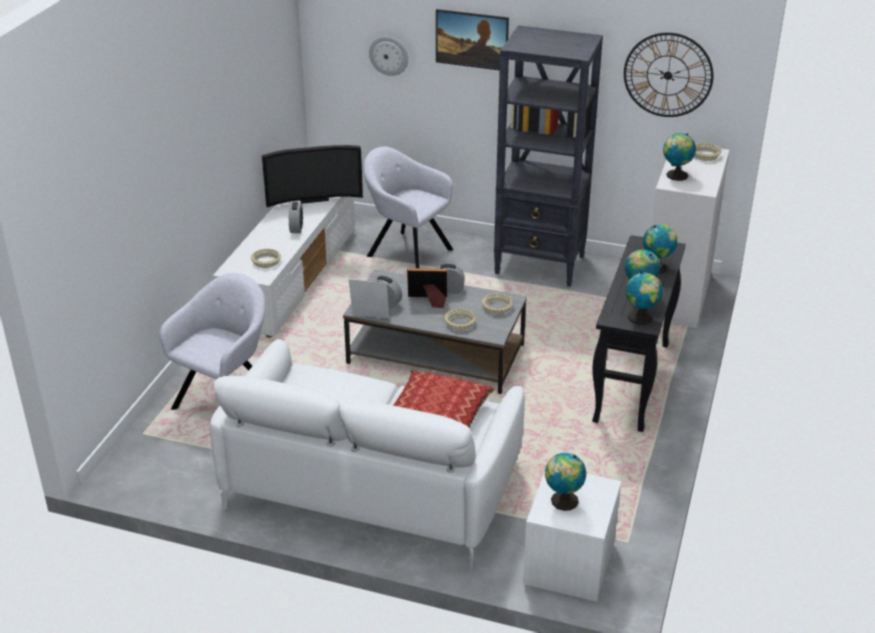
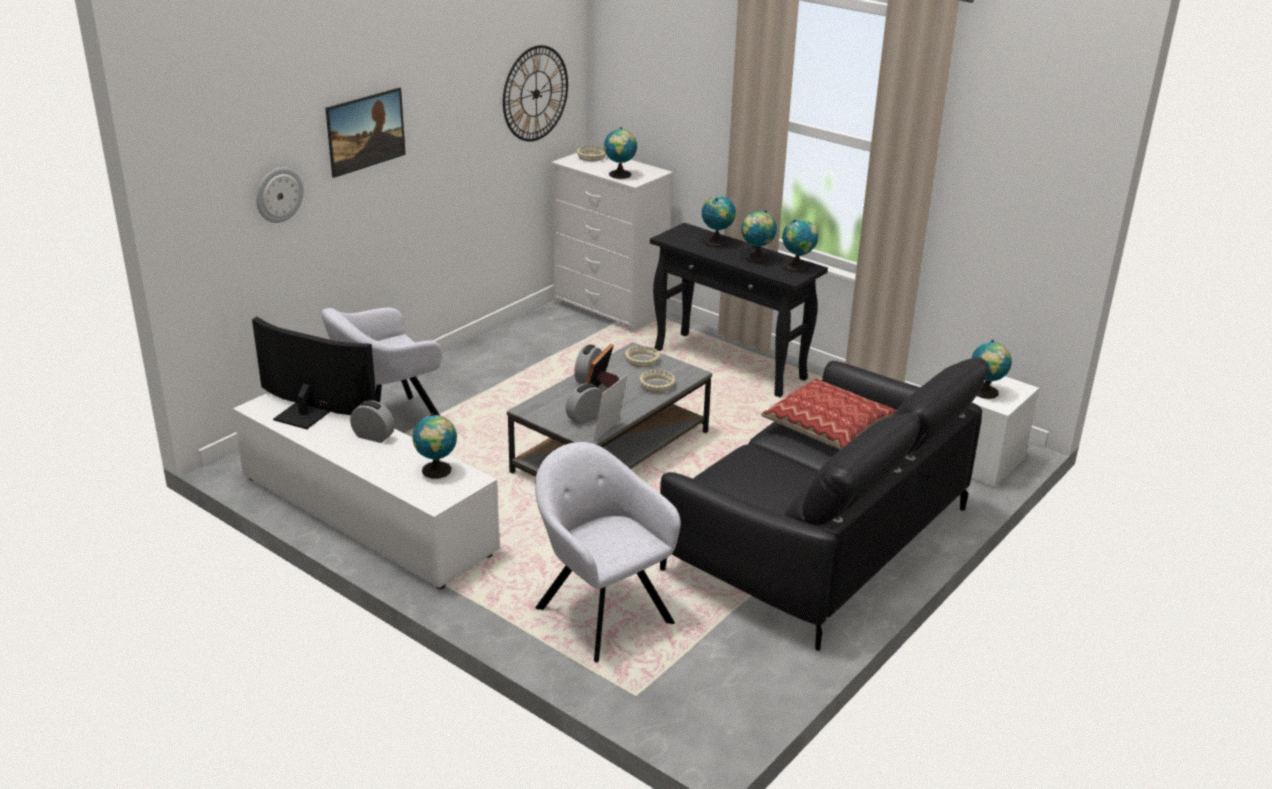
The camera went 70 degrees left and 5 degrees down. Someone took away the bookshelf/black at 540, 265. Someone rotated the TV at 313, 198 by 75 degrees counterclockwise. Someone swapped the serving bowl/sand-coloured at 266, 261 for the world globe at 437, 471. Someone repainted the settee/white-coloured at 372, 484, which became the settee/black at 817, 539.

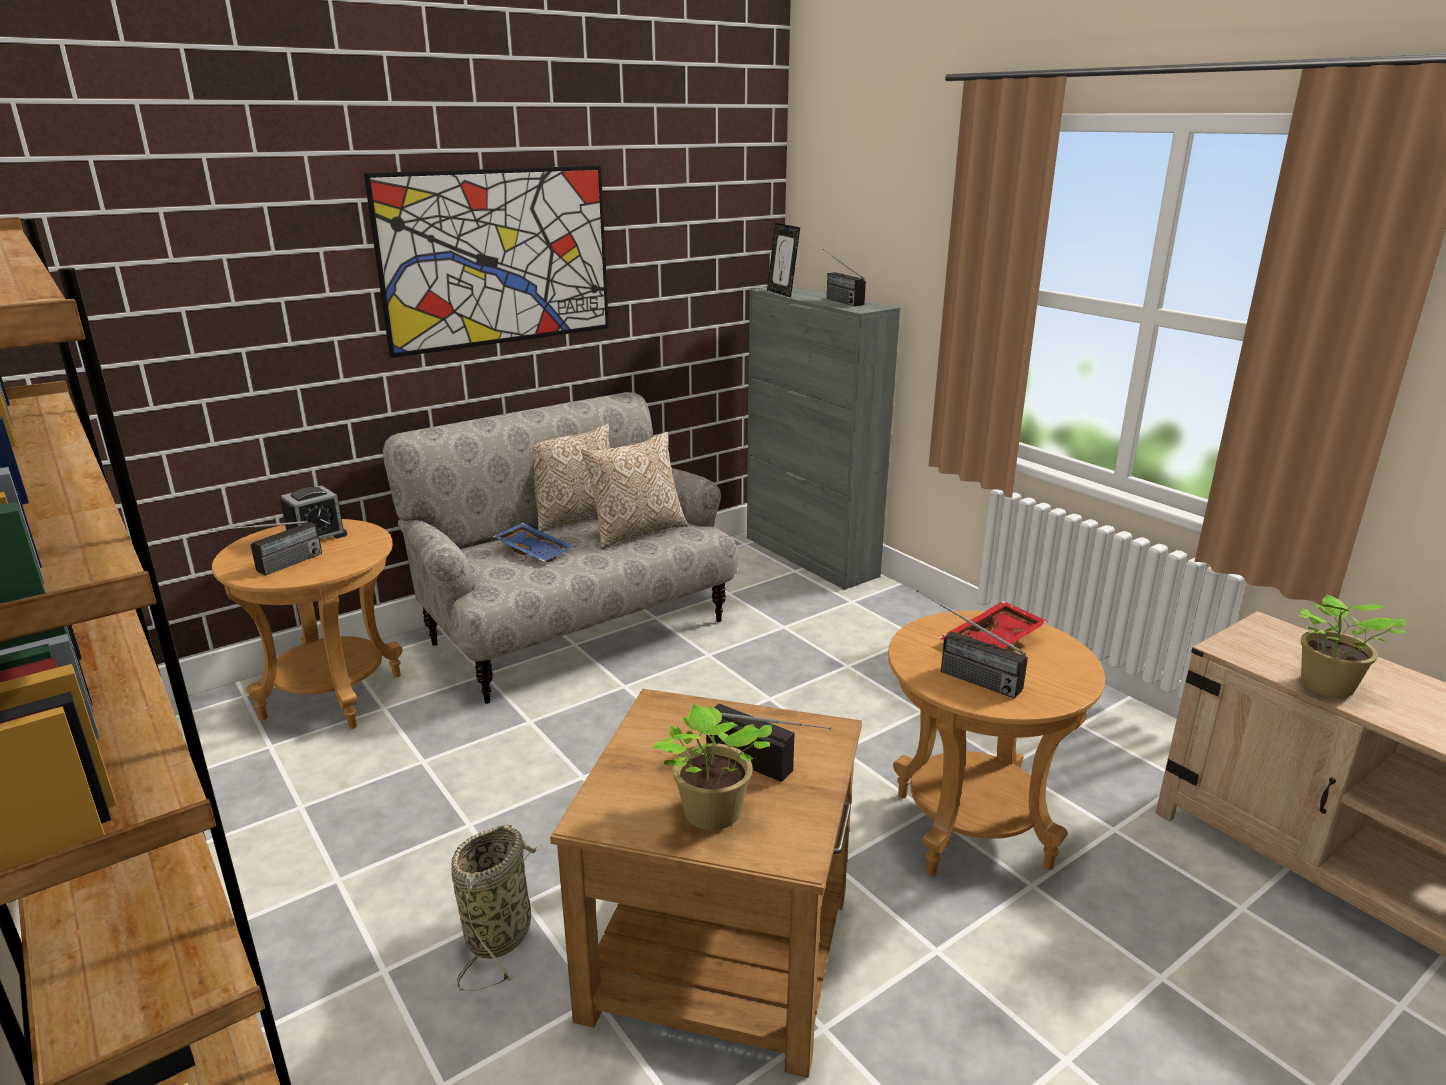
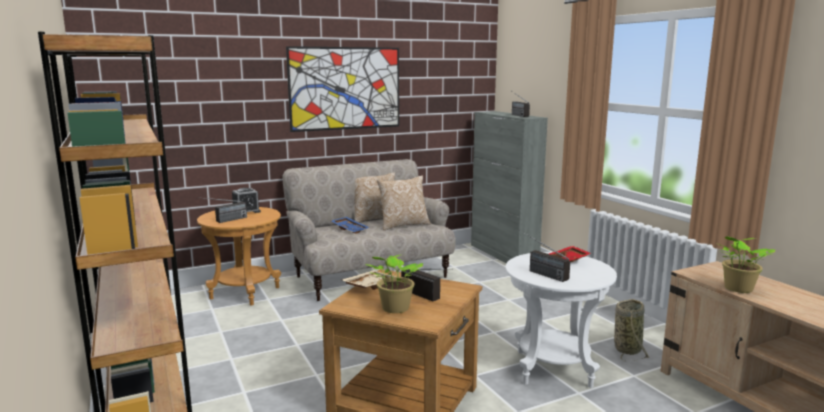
The camera went 10 degrees right and 10 degrees down. Someone took away the standing frame at 782, 293. Someone repainted the end table/brown at 971, 829, which became the end table/white-coloured at 553, 368. Someone carried the basket from 501, 932 to 627, 348. Someone put down the carrying tray/sand-coloured at 369, 286.

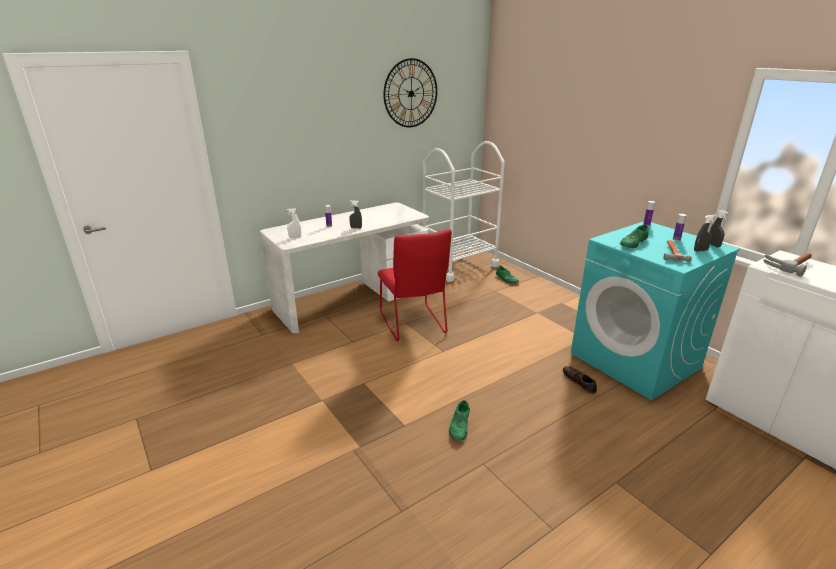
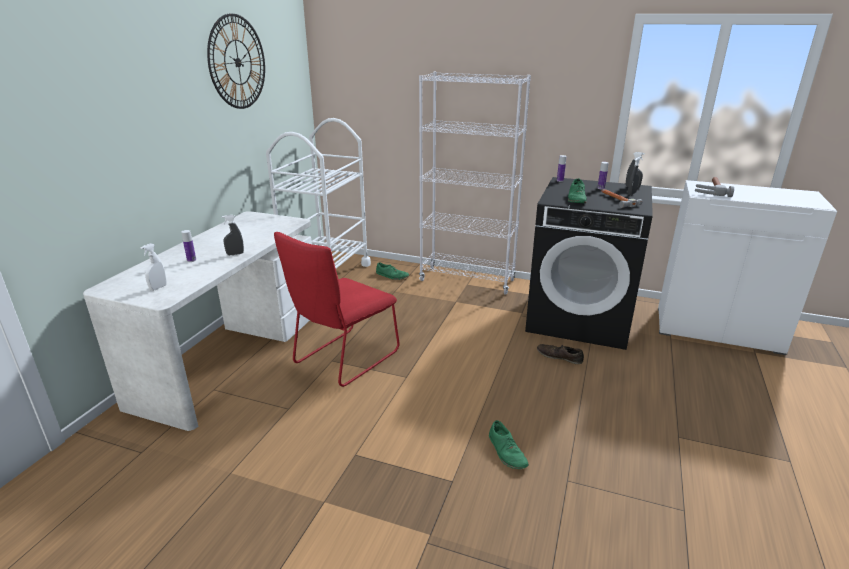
The camera went 35 degrees left and 0 degrees up. Someone repainted the laundry appliance/turquoise at 635, 361, which became the laundry appliance/black at 580, 318. Someone rotated the chair/red-coloured at 413, 325 by 90 degrees clockwise. Someone put down the bookshelf/white-coloured at 467, 280.

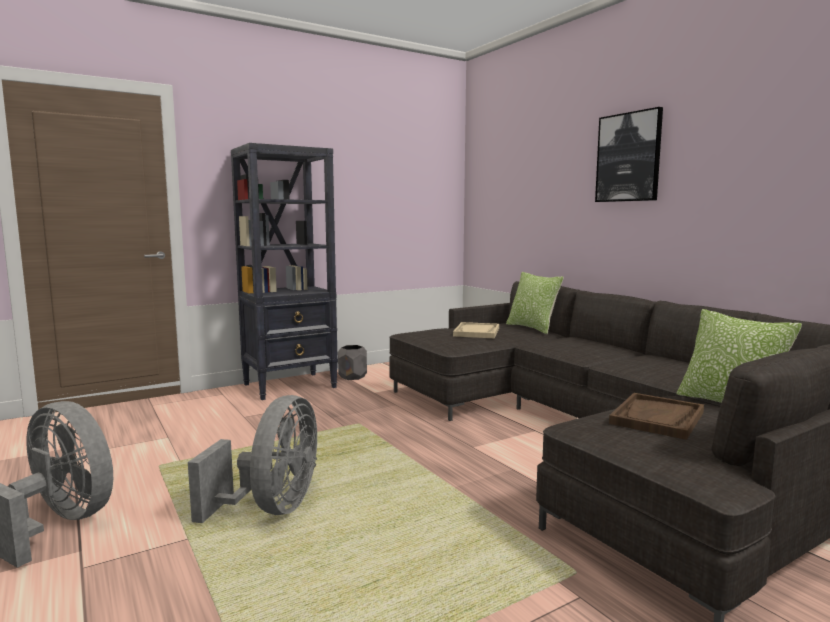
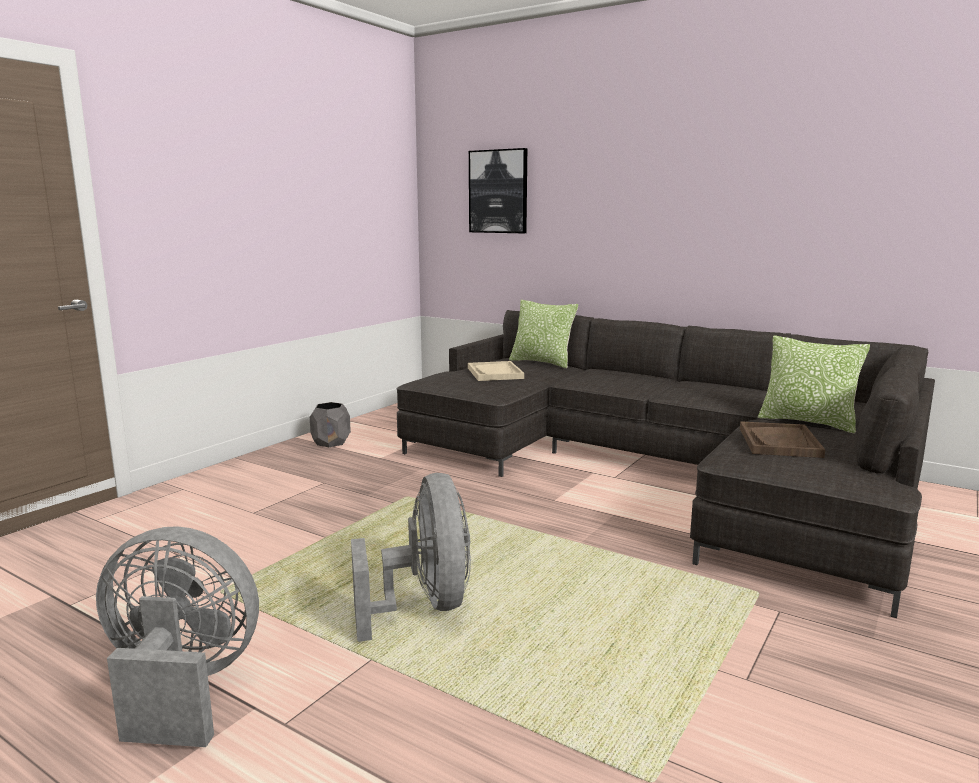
The camera went 25 degrees left and 5 degrees up. Someone carried the wall picture from 628, 157 to 498, 191. Someone took away the bookshelf/black at 291, 386.

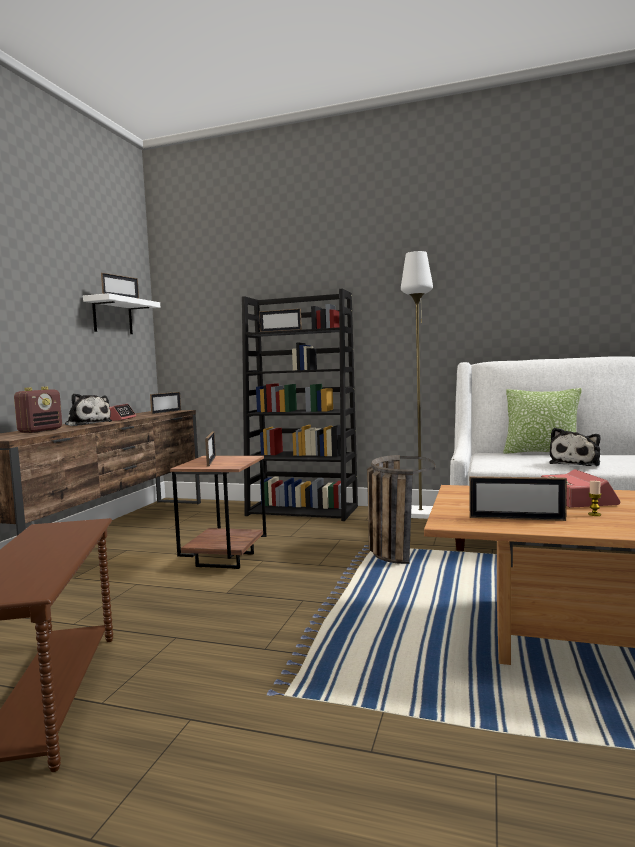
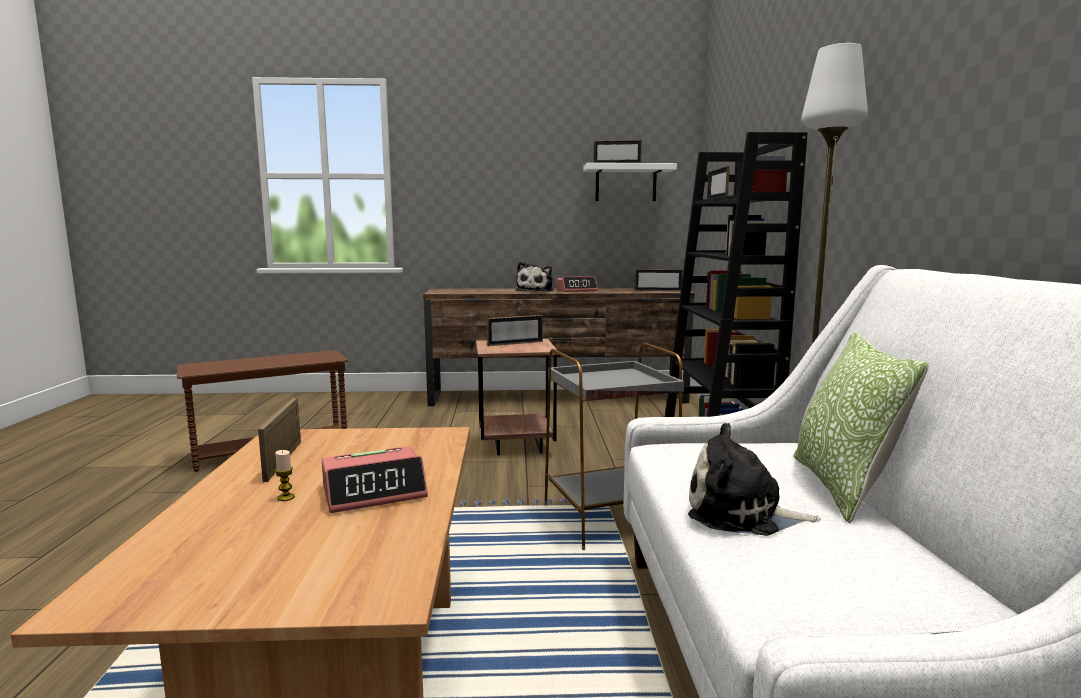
The camera went 70 degrees right and 5 degrees up. Someone took away the radio at 40, 431. Someone swapped the basket at 392, 549 for the end table/greyish at 608, 518.

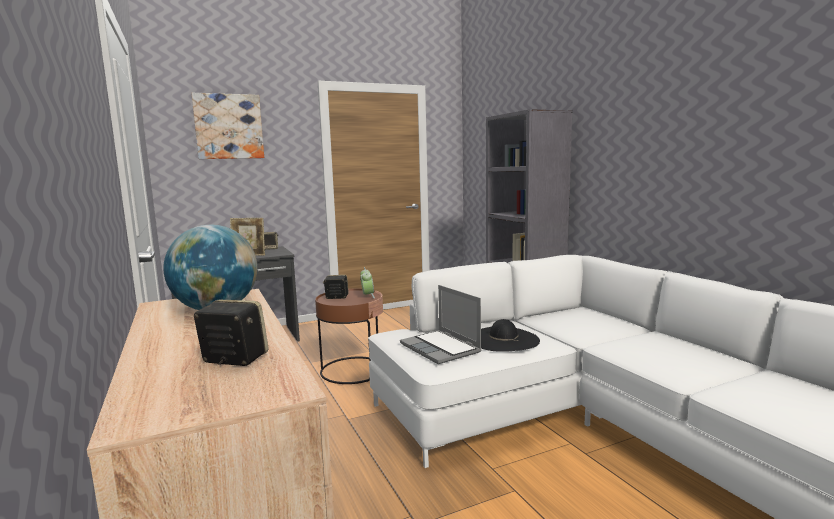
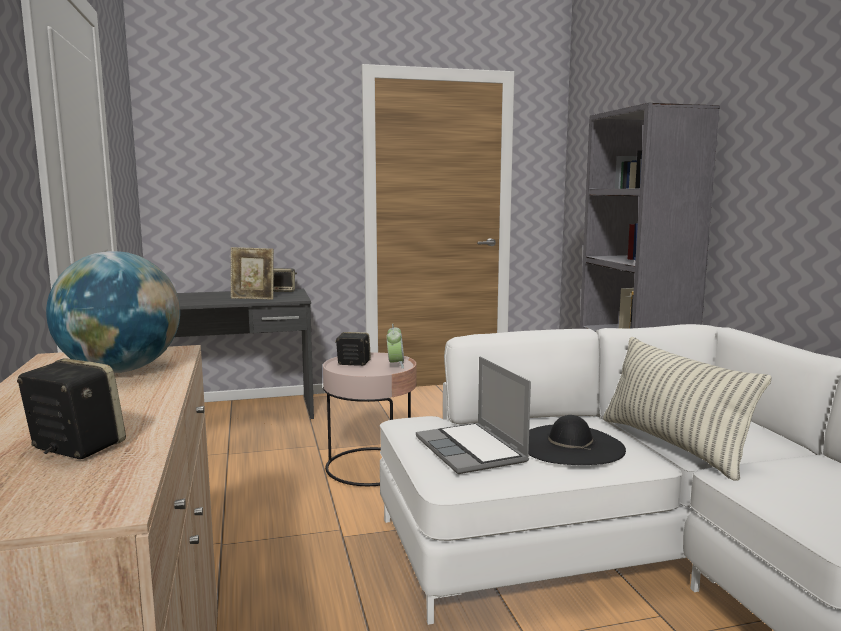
The camera went 10 degrees right and 0 degrees up. Someone took away the wall picture at 228, 126. Someone repainted the end table/brown at 352, 370, which became the end table/pink-coloured at 371, 466. Someone put down the cushion at 672, 445.

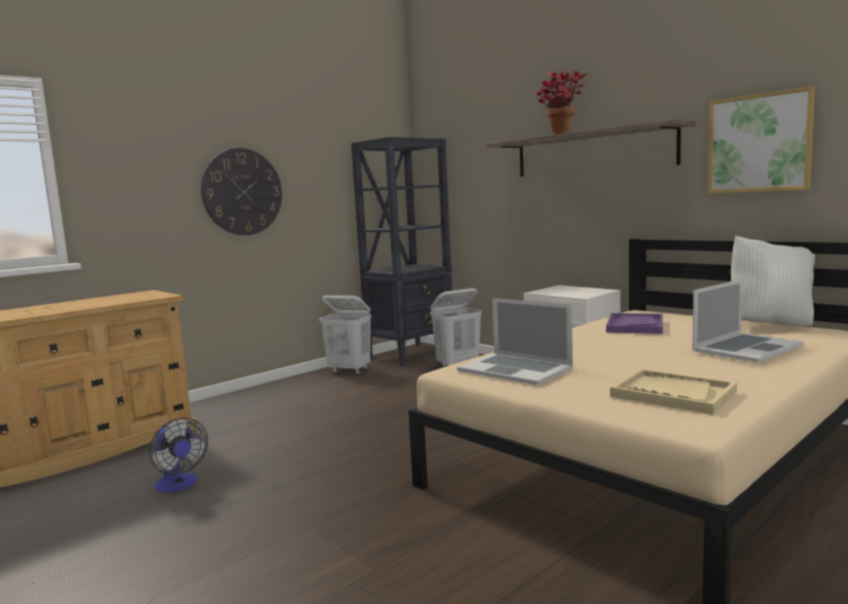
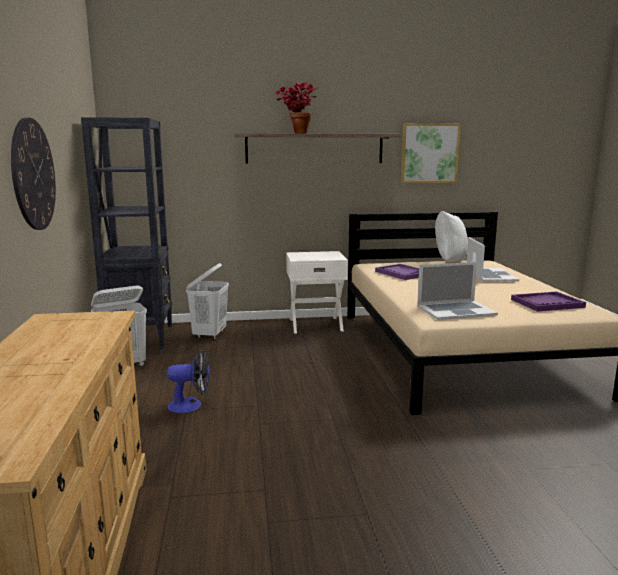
The camera went 55 degrees left and 5 degrees up. Someone repainted the carrying tray/sand-coloured at 672, 394, which became the carrying tray/purple at 547, 303. Someone carried the cooling fan from 179, 485 to 191, 405.

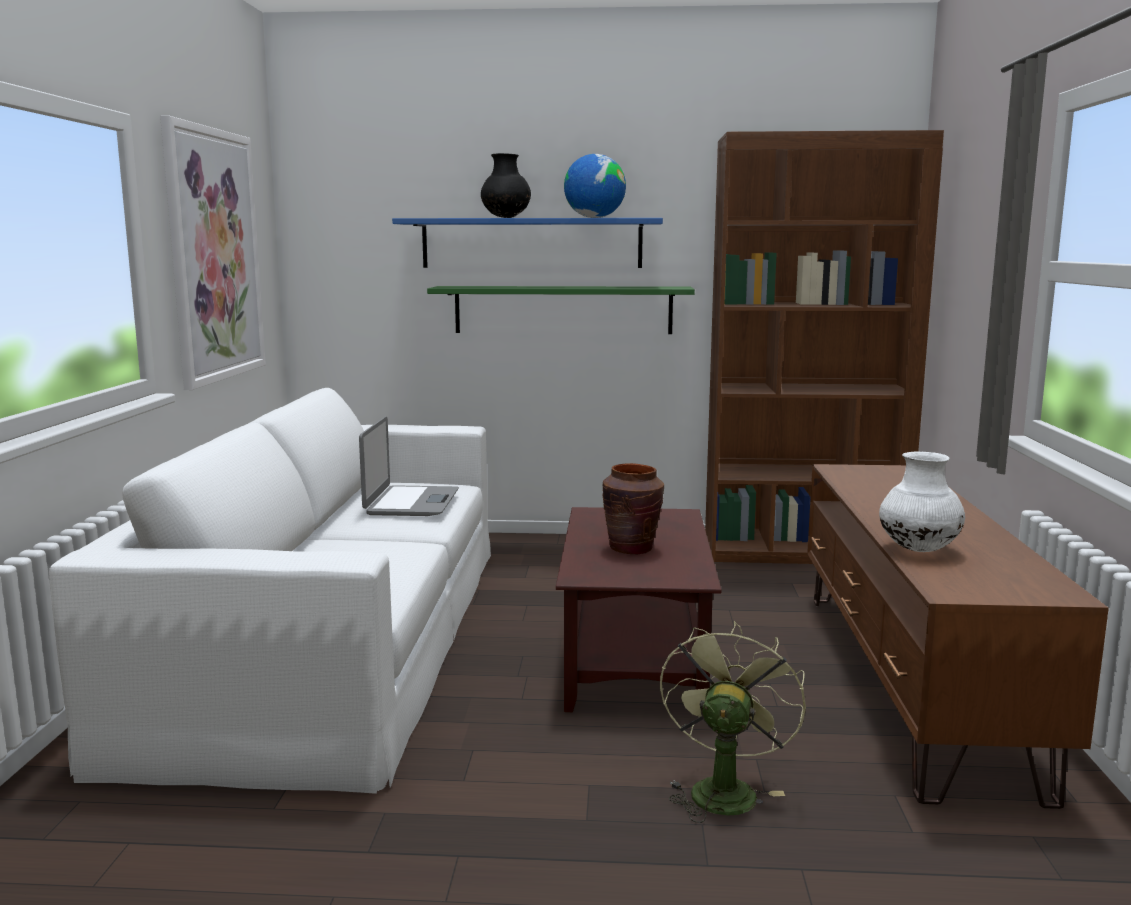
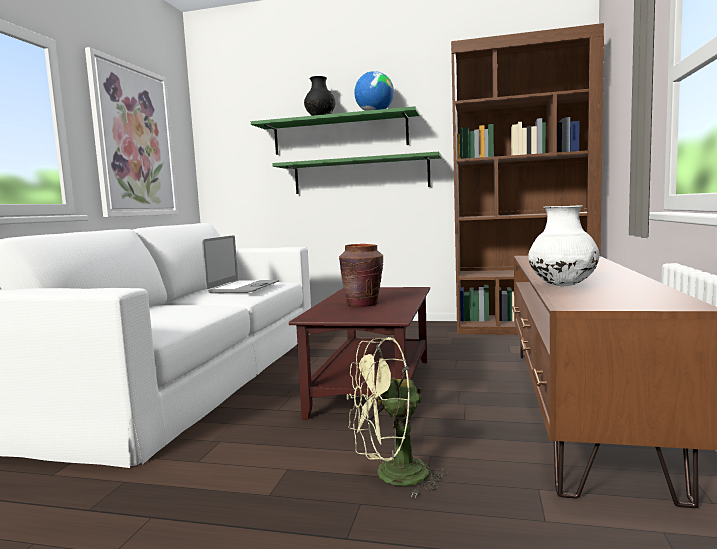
The camera went 10 degrees right and 5 degrees down. Someone repainted the shelf/blue-coloured at 531, 243, which became the shelf/green at 339, 134. Someone rotated the cooling fan/green at 723, 789 by 135 degrees counterclockwise.

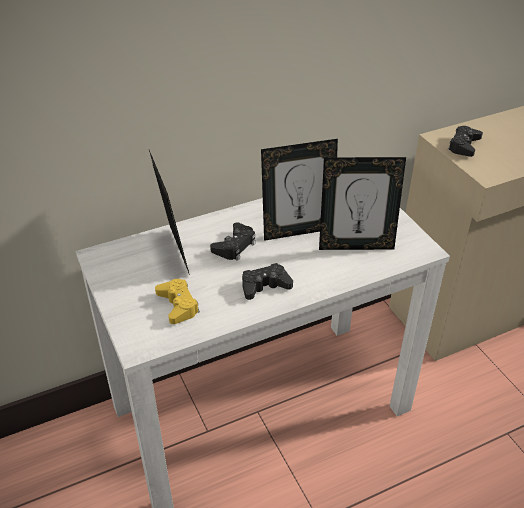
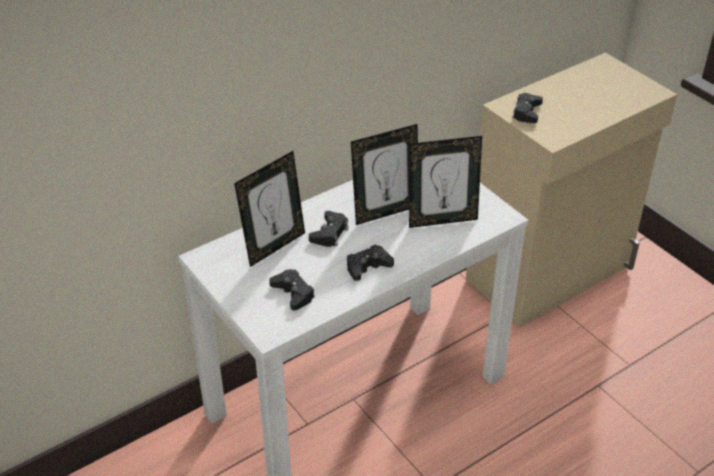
The camera went 10 degrees left and 0 degrees up. Someone rotated the standing frame at 174, 253 by 75 degrees clockwise. Someone repainted the game controller/yellowish at 178, 305, which became the game controller/black at 293, 293.

